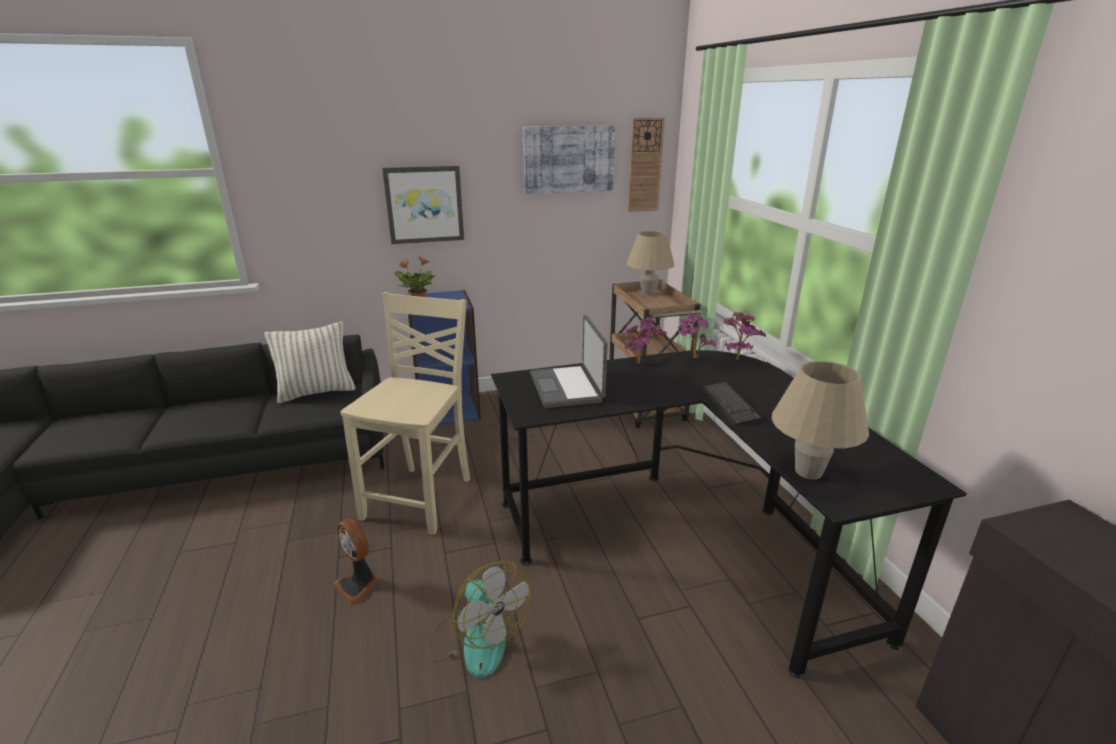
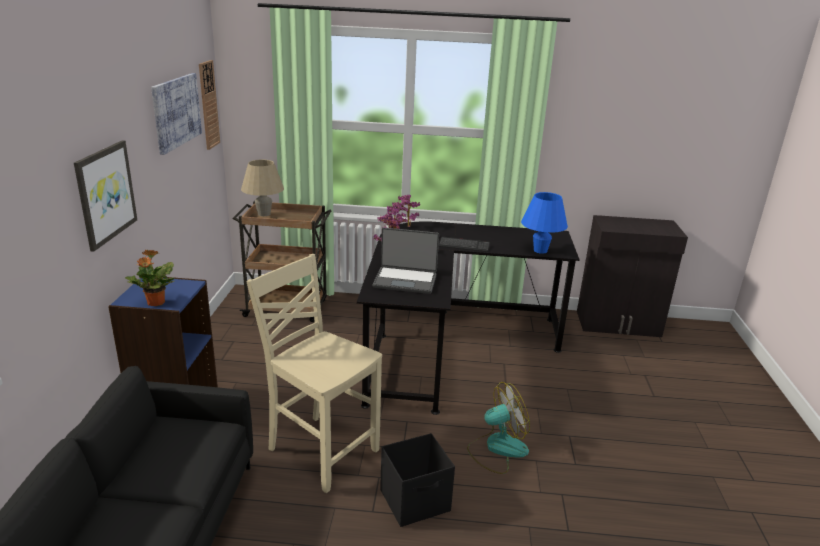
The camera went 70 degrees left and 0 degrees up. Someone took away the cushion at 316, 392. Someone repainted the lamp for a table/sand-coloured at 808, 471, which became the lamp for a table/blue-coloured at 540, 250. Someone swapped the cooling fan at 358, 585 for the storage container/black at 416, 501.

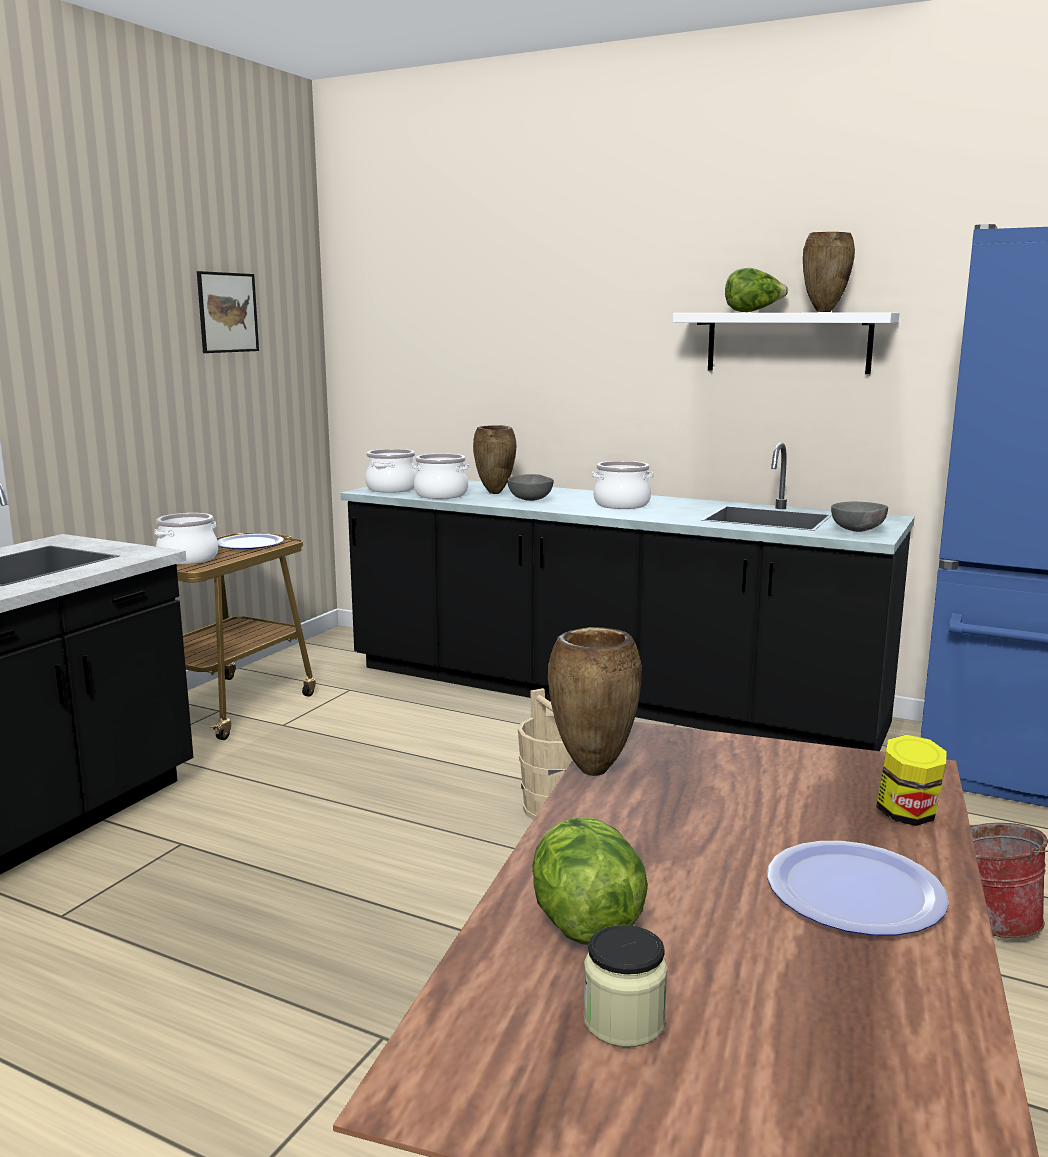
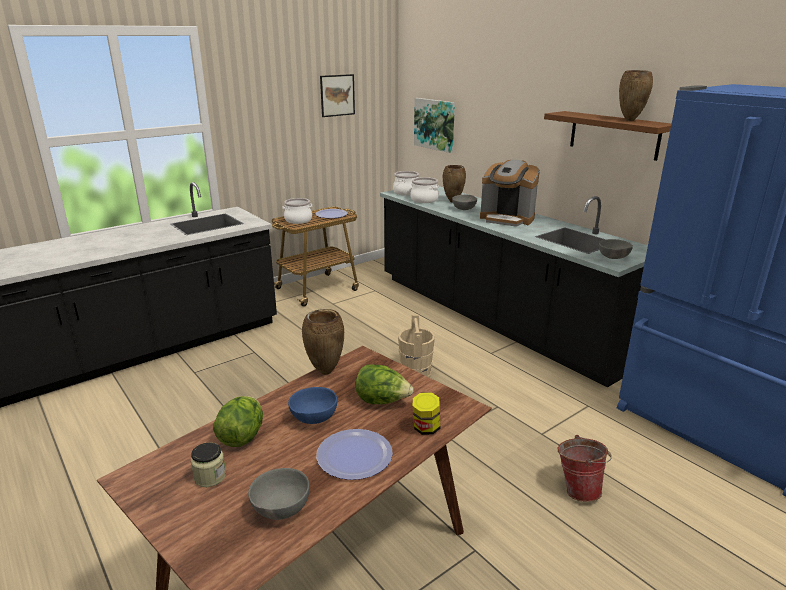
The camera went 25 degrees right and 10 degrees up. Someone carried the lettuce from 753, 312 to 382, 401. Someone repainted the shelf/white-coloured at 788, 342, which became the shelf/brown at 614, 135. Someone swapped the saucepot at 621, 504 for the coffee brewer at 507, 219. Someone put up the wall picture at 435, 124. Someone put down the serving bowl/blue-coloured at 313, 419. Someone put down the serving bowl/greyish at 279, 509.

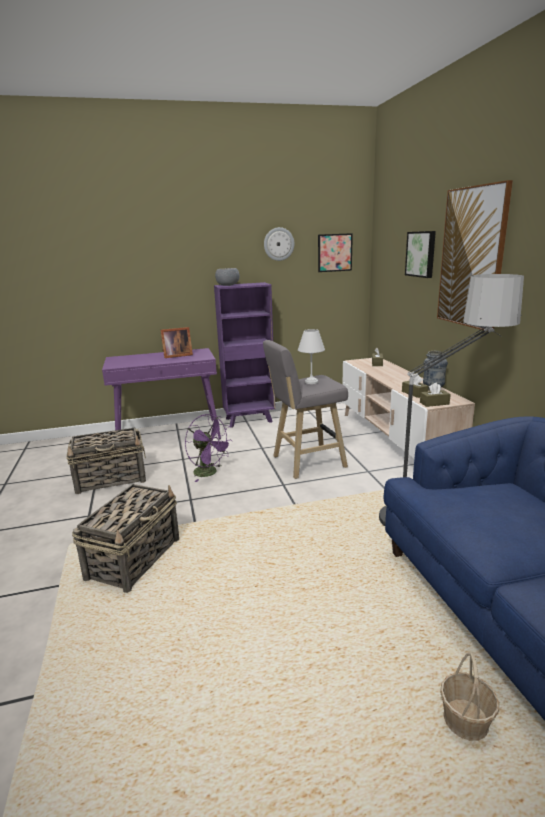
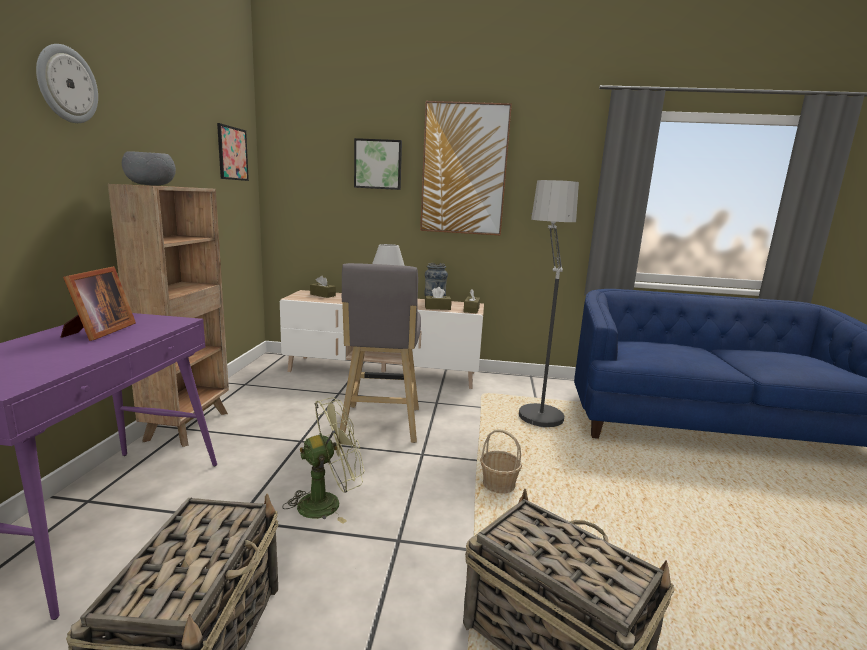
The camera went 70 degrees left and 5 degrees down. Someone carried the clock on the wall from 278, 244 to 66, 84. Someone repainted the bookshelf/purple at 250, 420, which became the bookshelf/brown at 189, 425. Someone repainted the cooling fan/purple at 209, 473, which became the cooling fan/green at 328, 502. Someone carried the basket from 465, 721 to 498, 485.

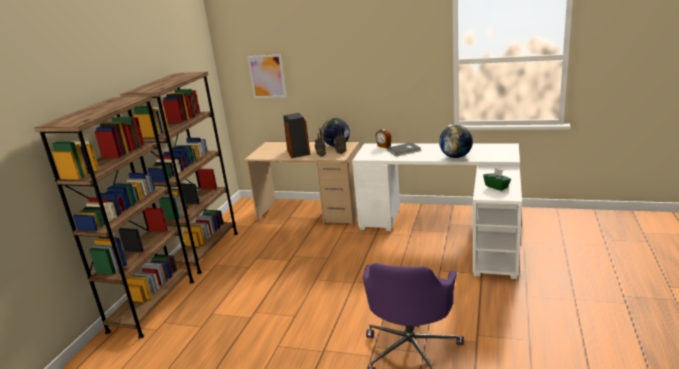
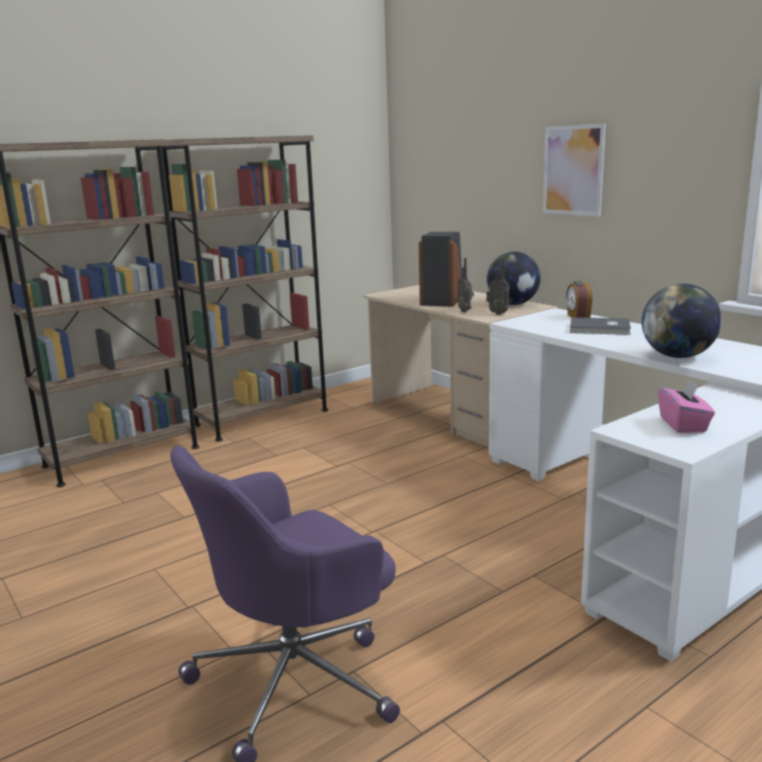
The camera went 35 degrees right and 5 degrees down. Someone carried the wall picture from 267, 76 to 573, 170. Someone repainted the tissue holder/green at 497, 186, which became the tissue holder/pink-coloured at 683, 424.

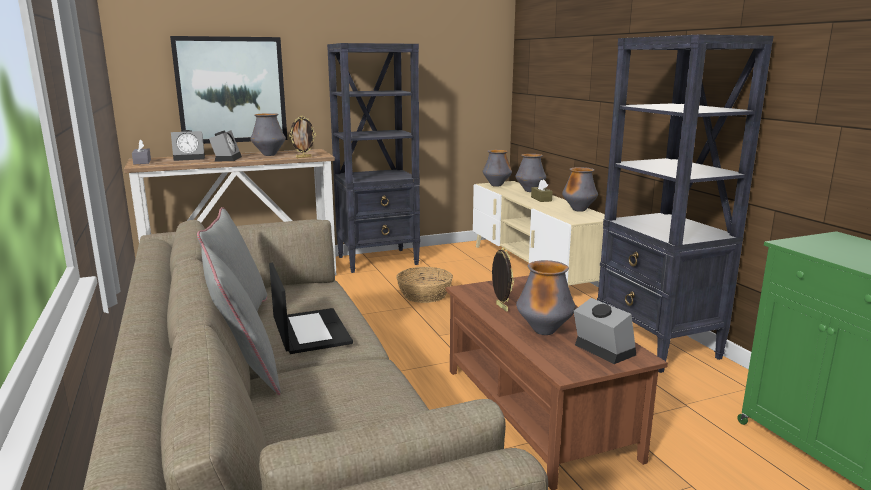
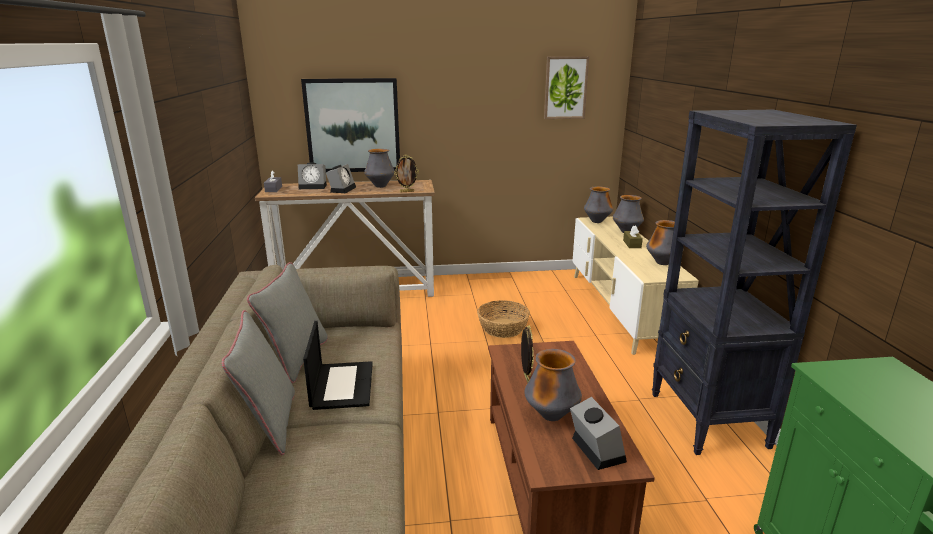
The camera went 15 degrees right and 5 degrees up. Someone took away the bookshelf/black at 379, 260. Someone put up the wall picture at 565, 88.

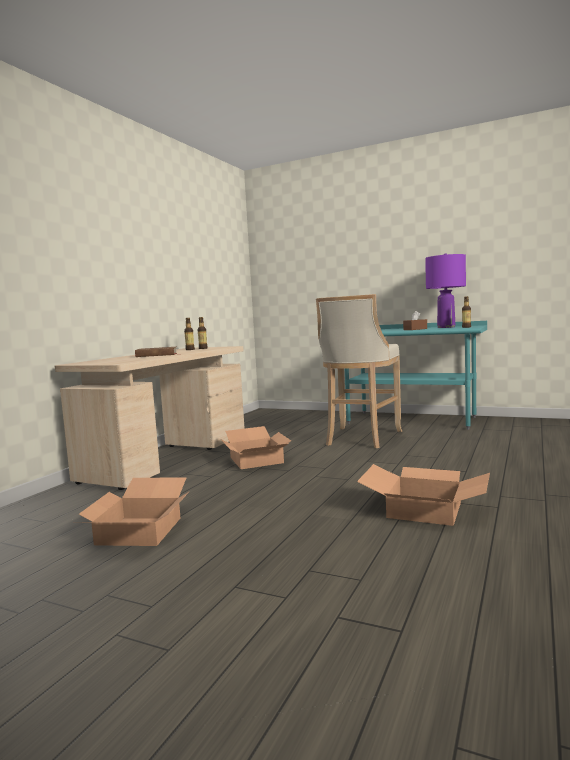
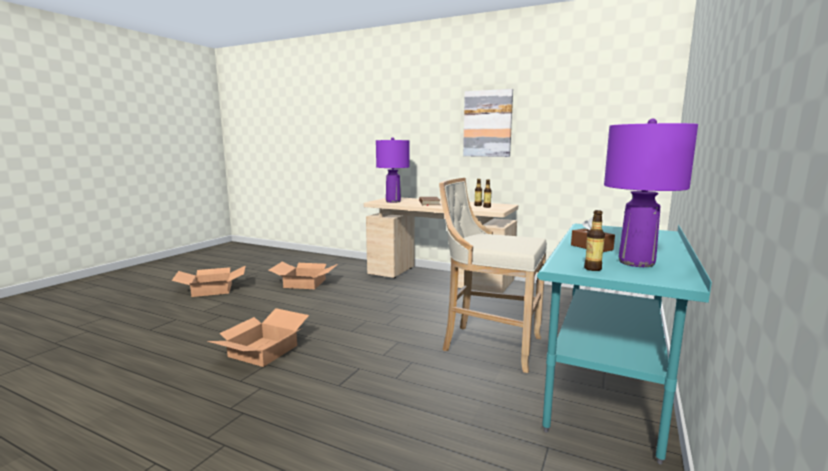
The camera went 90 degrees right and 5 degrees up. Someone carried the carton from 255, 460 to 213, 289. Someone put up the wall picture at 487, 124. Someone put down the lamp for a table/purple at 393, 201.

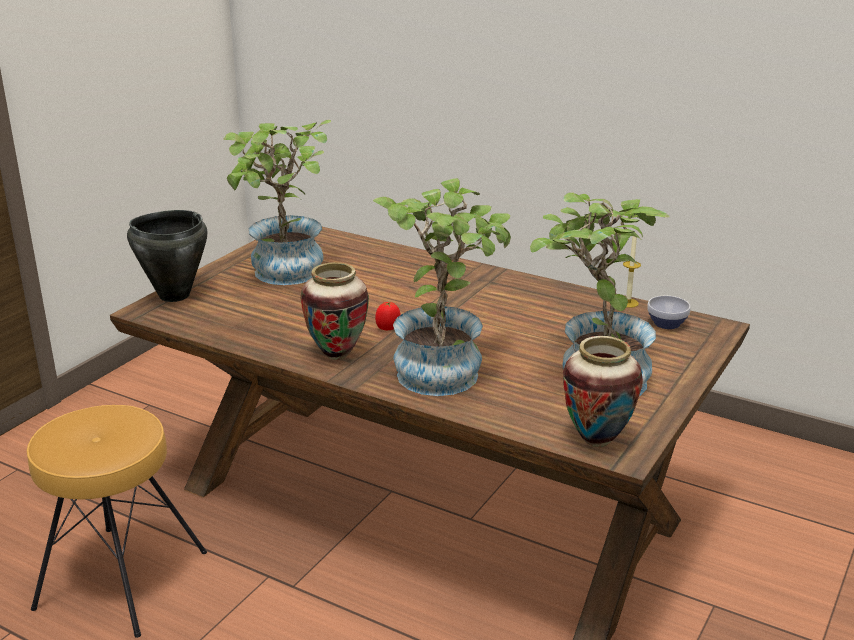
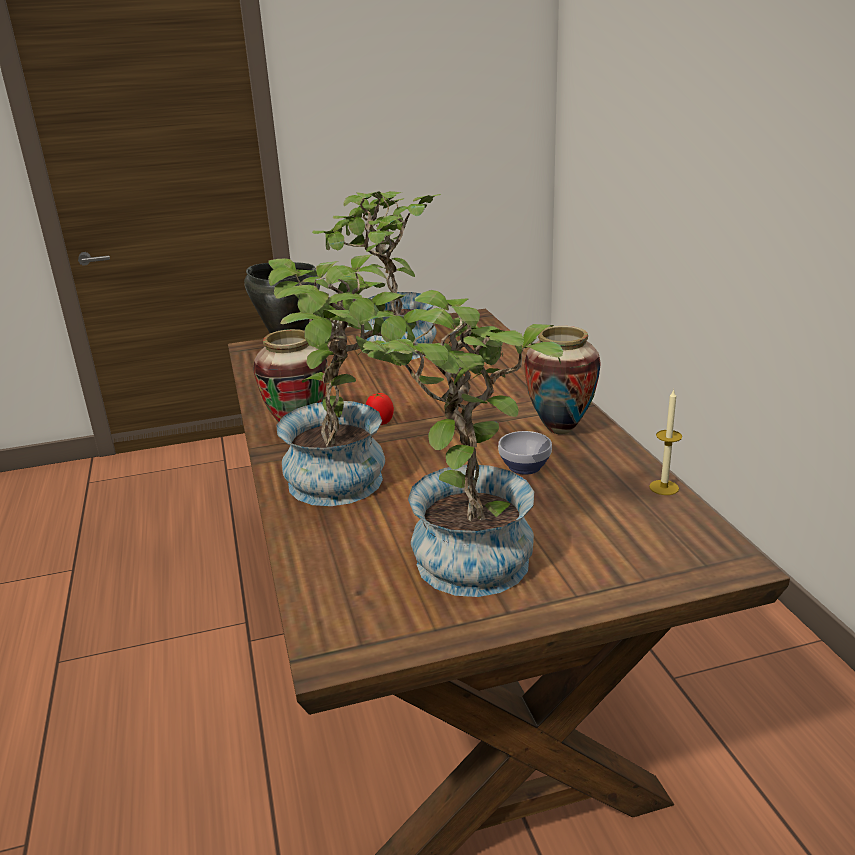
The camera went 45 degrees right and 0 degrees up. Someone carried the serving bowl from 667, 323 to 526, 467. Someone carried the decorative vase from 596, 441 to 559, 429. Someone took away the stool/brown at 120, 579.

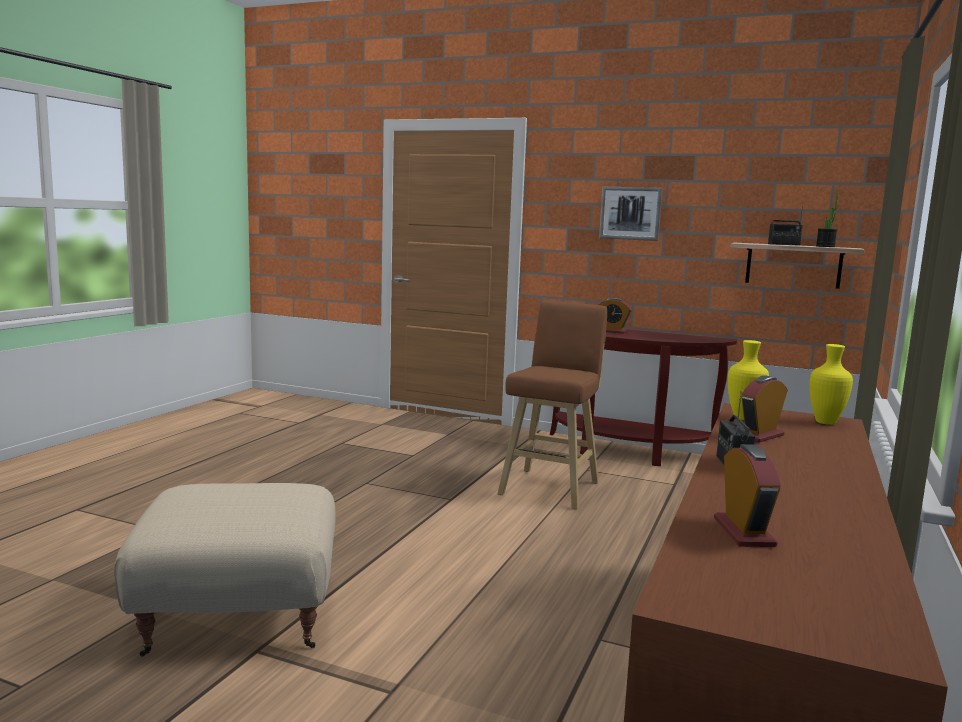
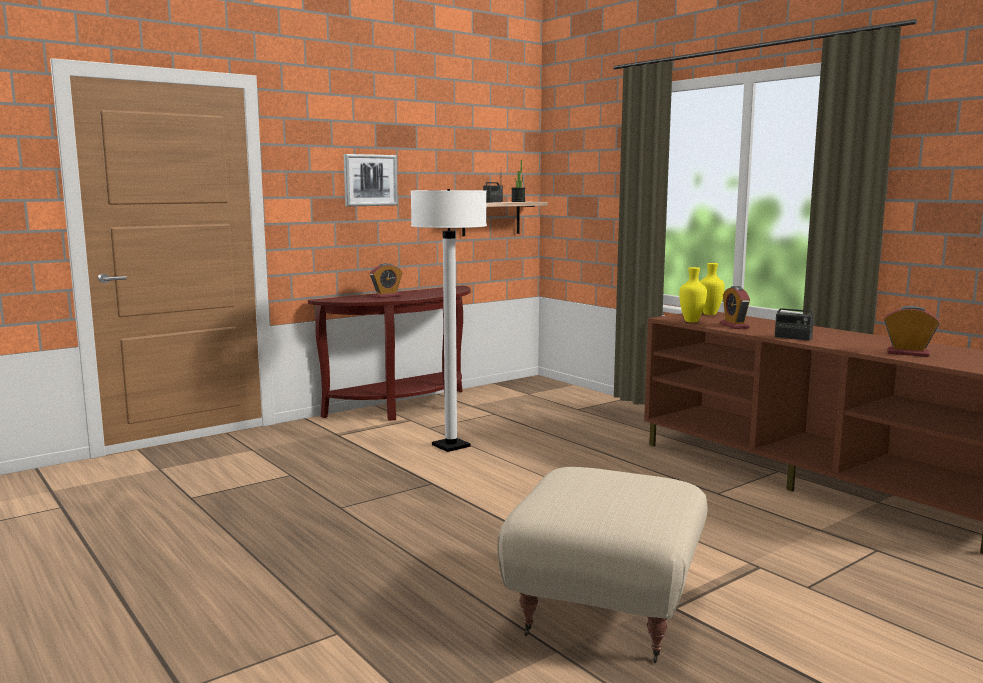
The camera went 60 degrees left and 0 degrees up. Someone swapped the stool/brown at 551, 487 for the standing lamp/white-coloured at 451, 446.

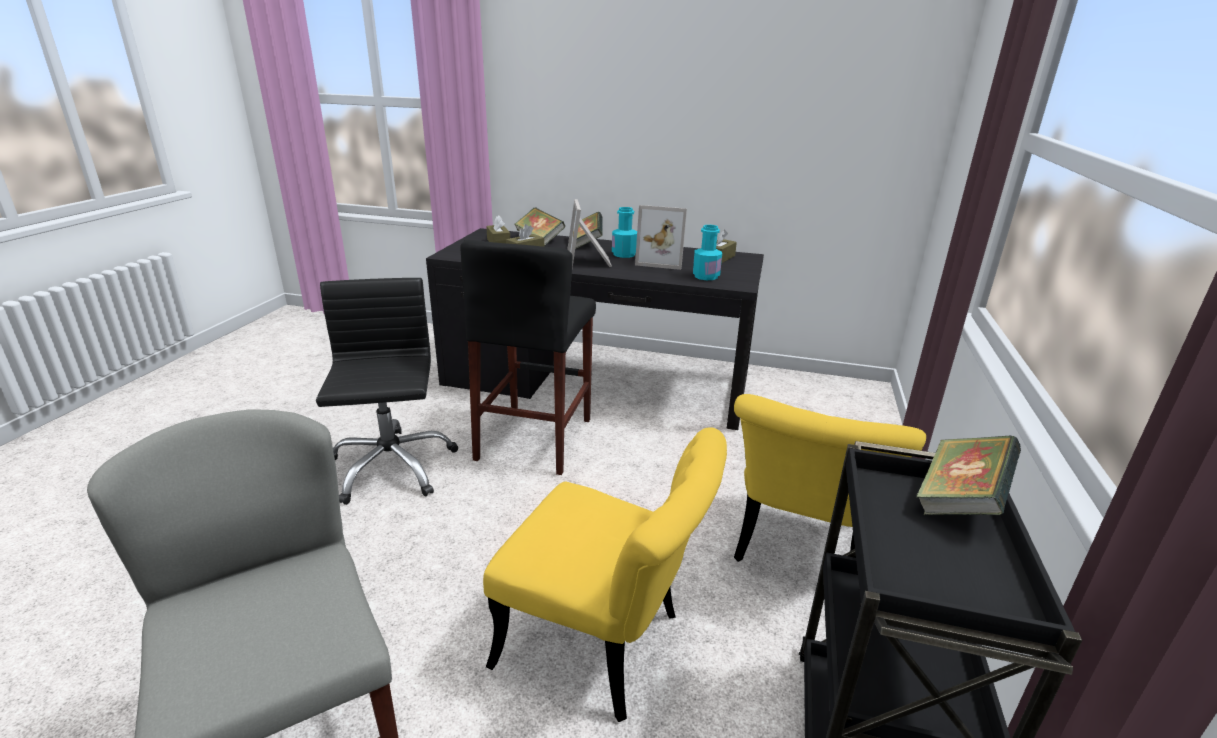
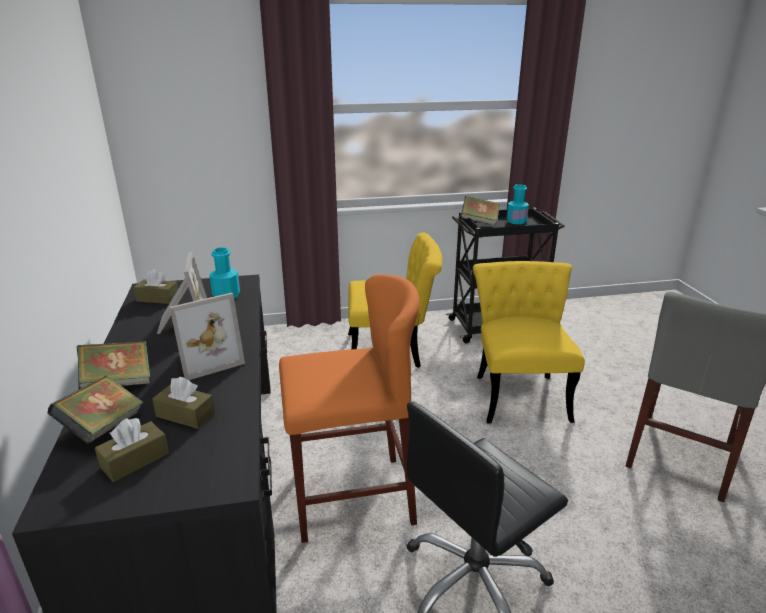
The camera went 115 degrees left and 0 degrees up. Someone carried the bottle/turquoise from 624, 254 to 516, 221. Someone repainted the stool/black at 535, 439, which became the stool/orange-coloured at 352, 497.

